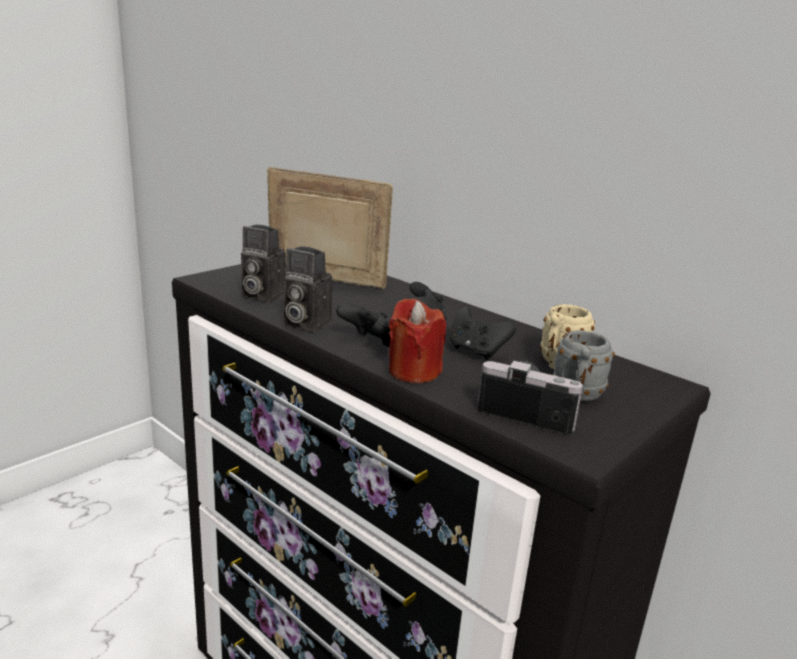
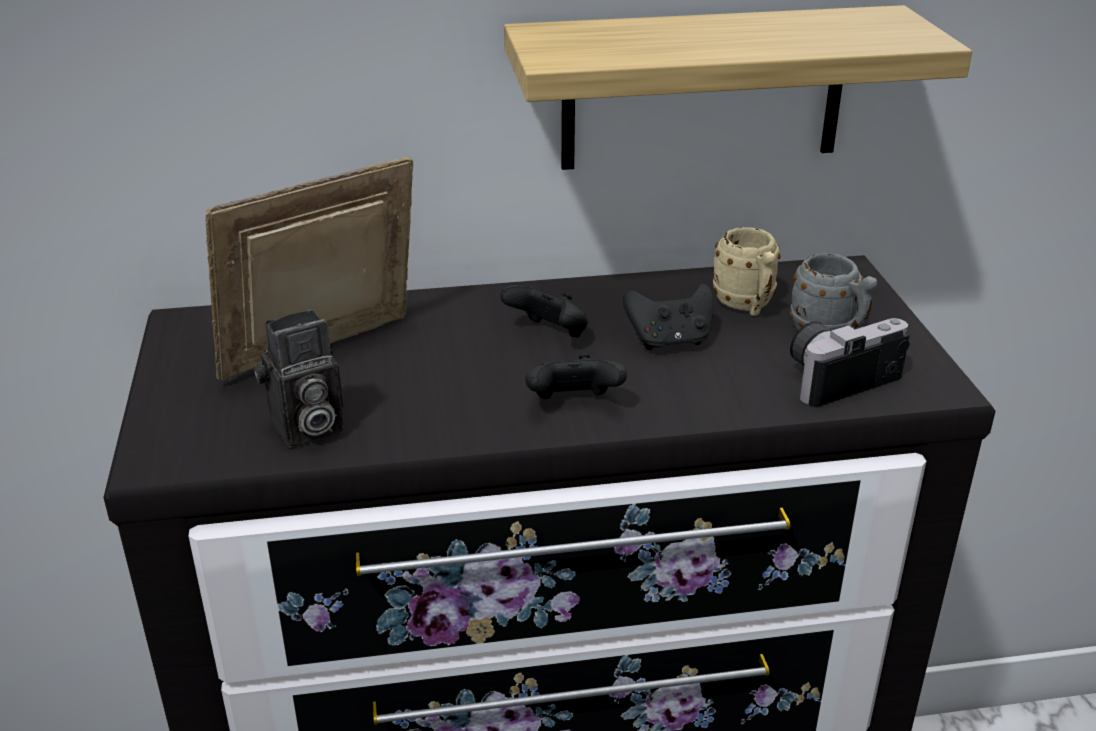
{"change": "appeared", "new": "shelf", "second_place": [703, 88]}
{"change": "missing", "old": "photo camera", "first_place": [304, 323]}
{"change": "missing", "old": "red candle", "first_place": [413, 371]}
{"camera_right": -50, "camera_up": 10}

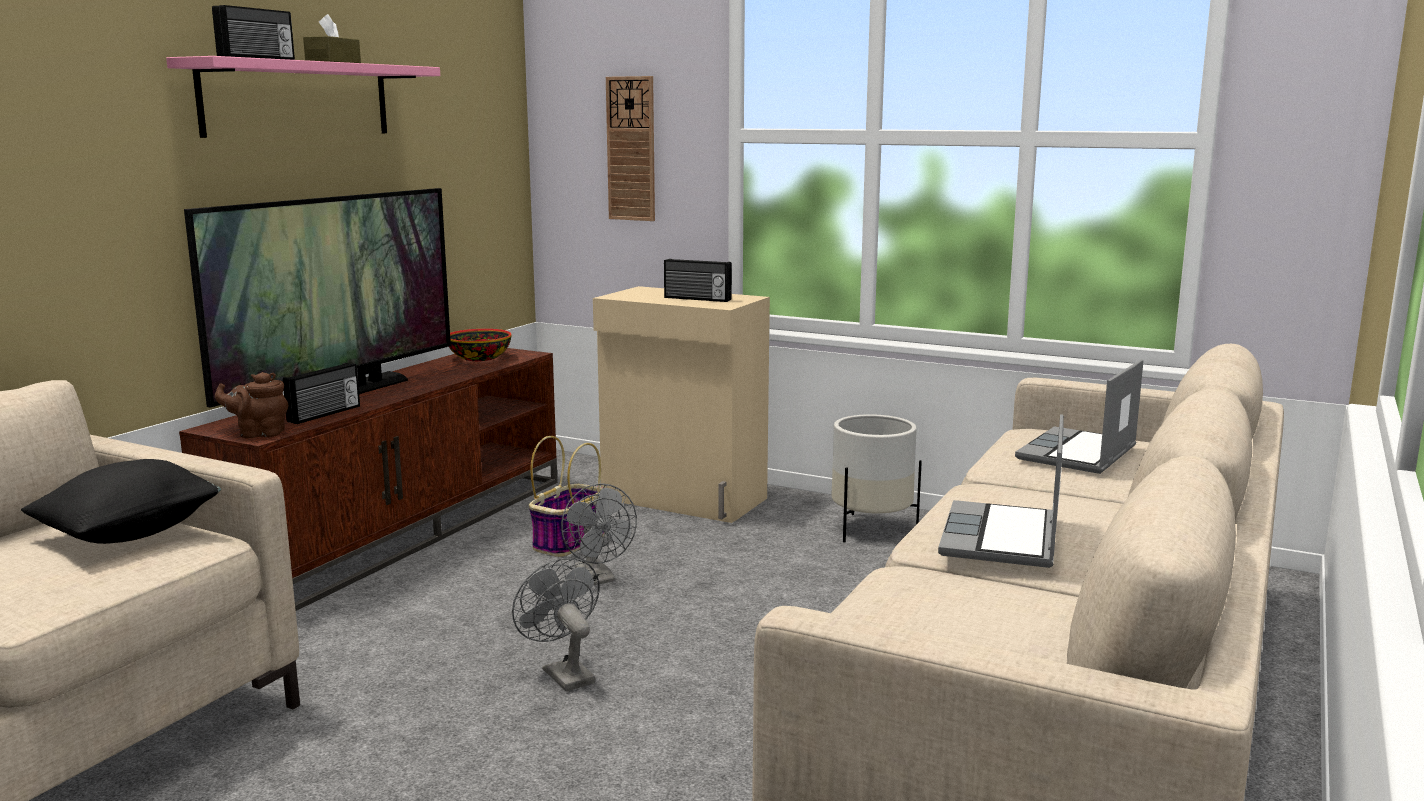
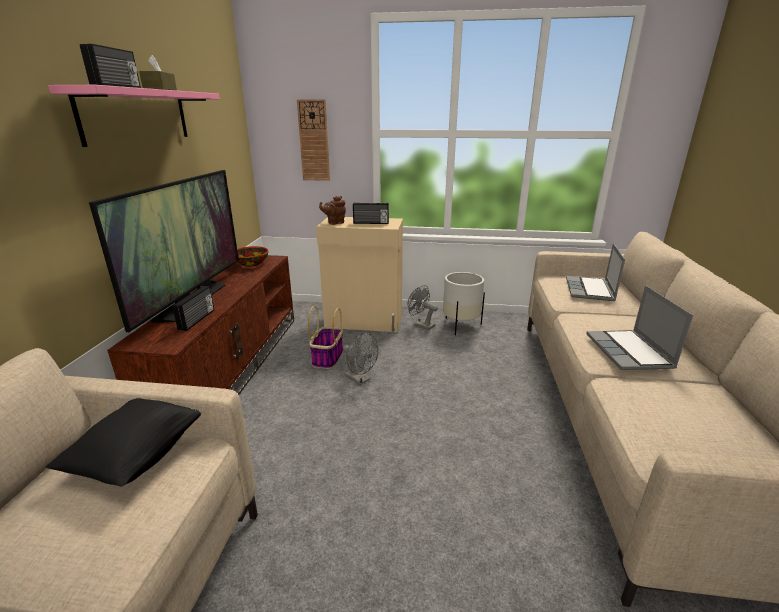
{"change": "relocated", "old": "brown teapot", "first_place": [258, 434], "second_place": [334, 223]}
{"change": "relocated", "old": "grey fan", "first_place": [563, 673], "second_place": [421, 325]}
{"camera_right": -20, "camera_up": 10}

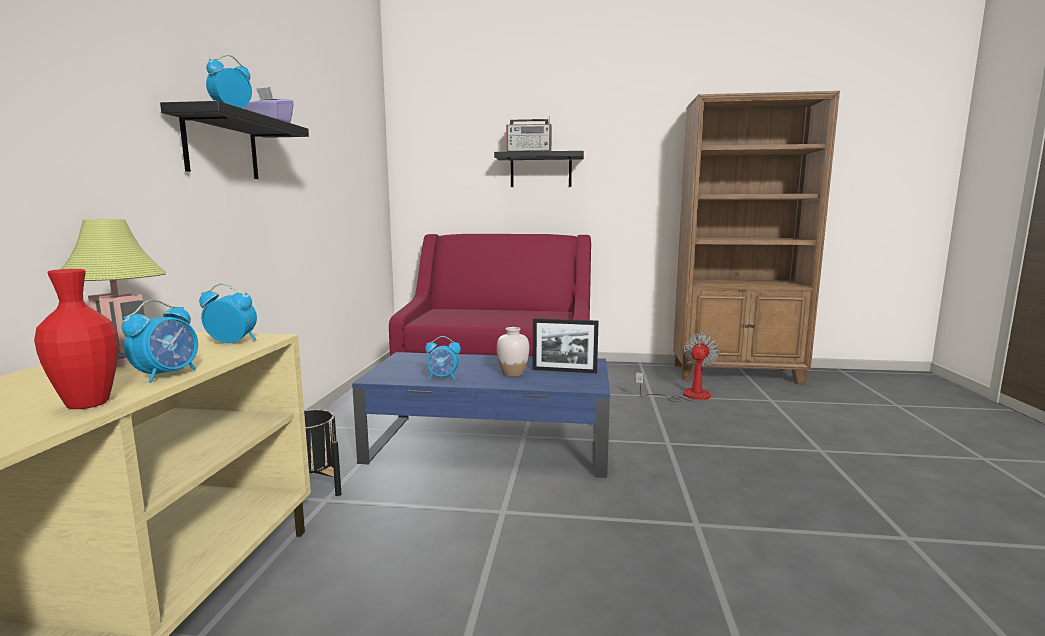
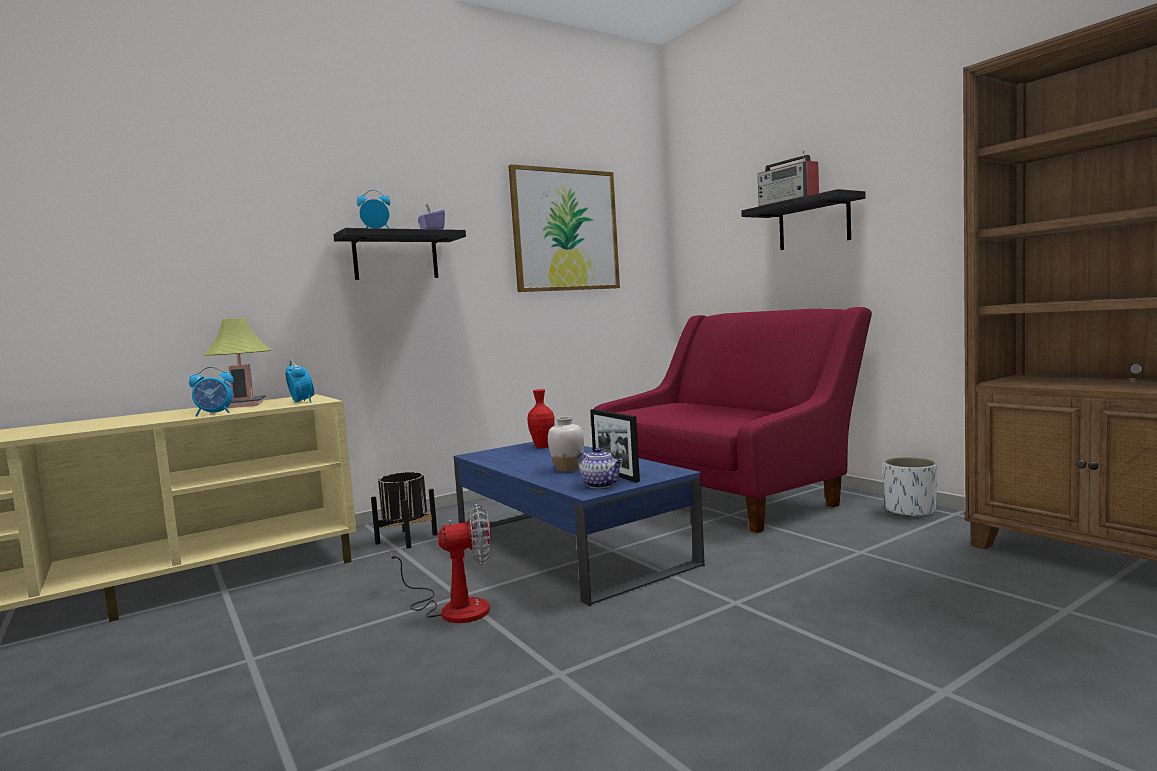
{"change": "relocated", "old": "fan", "first_place": [686, 395], "second_place": [453, 608]}
{"change": "appeared", "new": "picture", "second_place": [565, 230]}
{"change": "relocated", "old": "red vase", "first_place": [88, 404], "second_place": [542, 447]}
{"change": "appeared", "new": "teapot", "second_place": [601, 485]}
{"change": "appeared", "new": "white planter", "second_place": [910, 511]}
{"change": "missing", "old": "alarm clock", "first_place": [443, 378]}
{"camera_right": 50, "camera_up": -5}

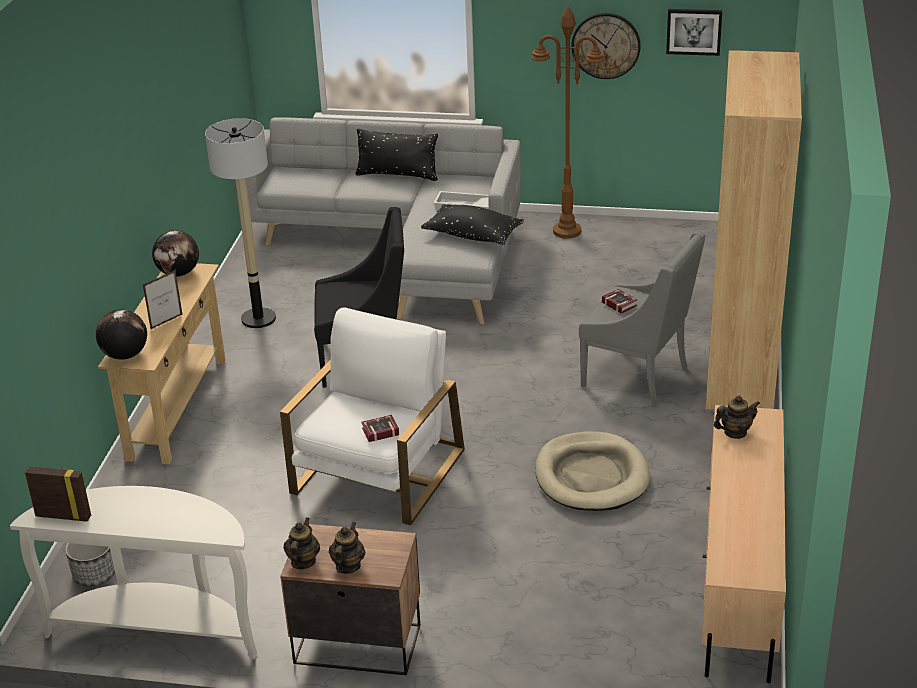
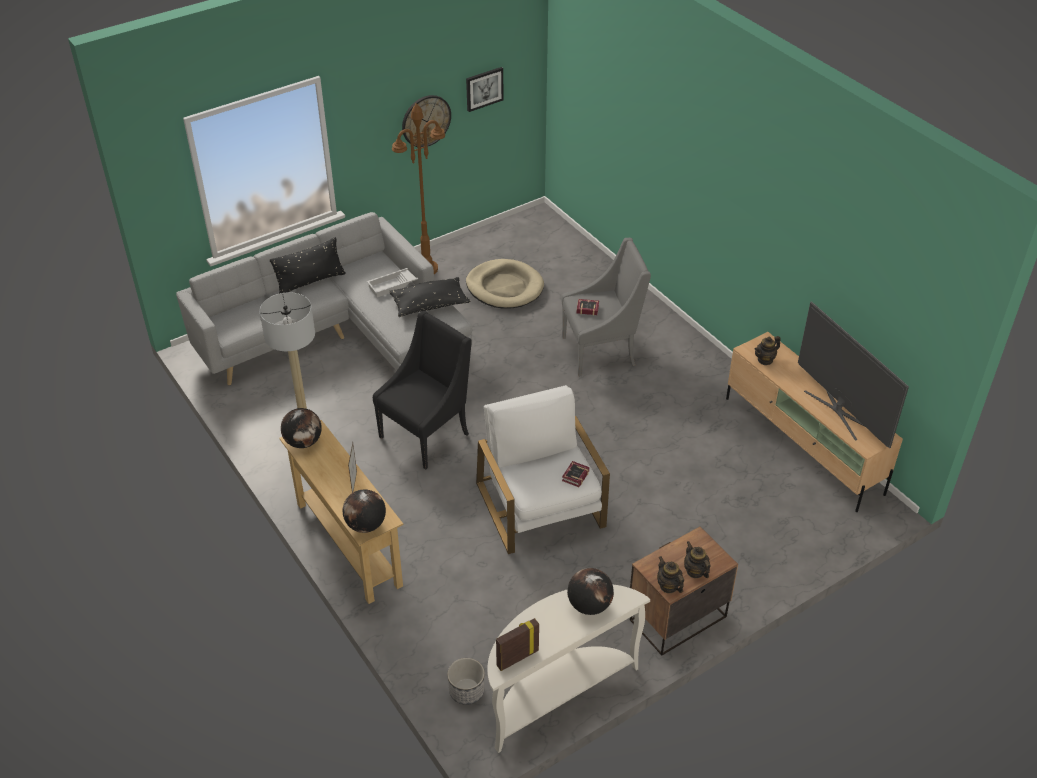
{"change": "relocated", "old": "beige dog bed", "first_place": [591, 476], "second_place": [504, 287]}
{"change": "appeared", "new": "globe", "second_place": [589, 605]}
{"change": "spun", "old": "teapot", "first_place": [735, 432], "second_place": [765, 360], "degrees": -150}
{"change": "appeared", "new": "television", "second_place": [840, 411]}
{"change": "missing", "old": "brown bookcase", "first_place": [740, 369]}
{"camera_right": -45, "camera_up": 10}

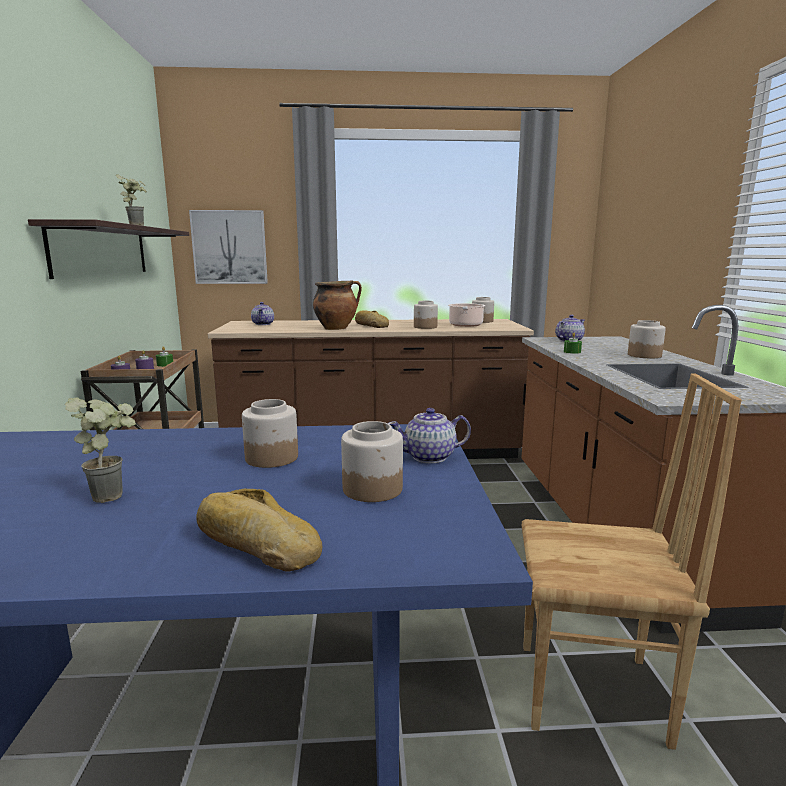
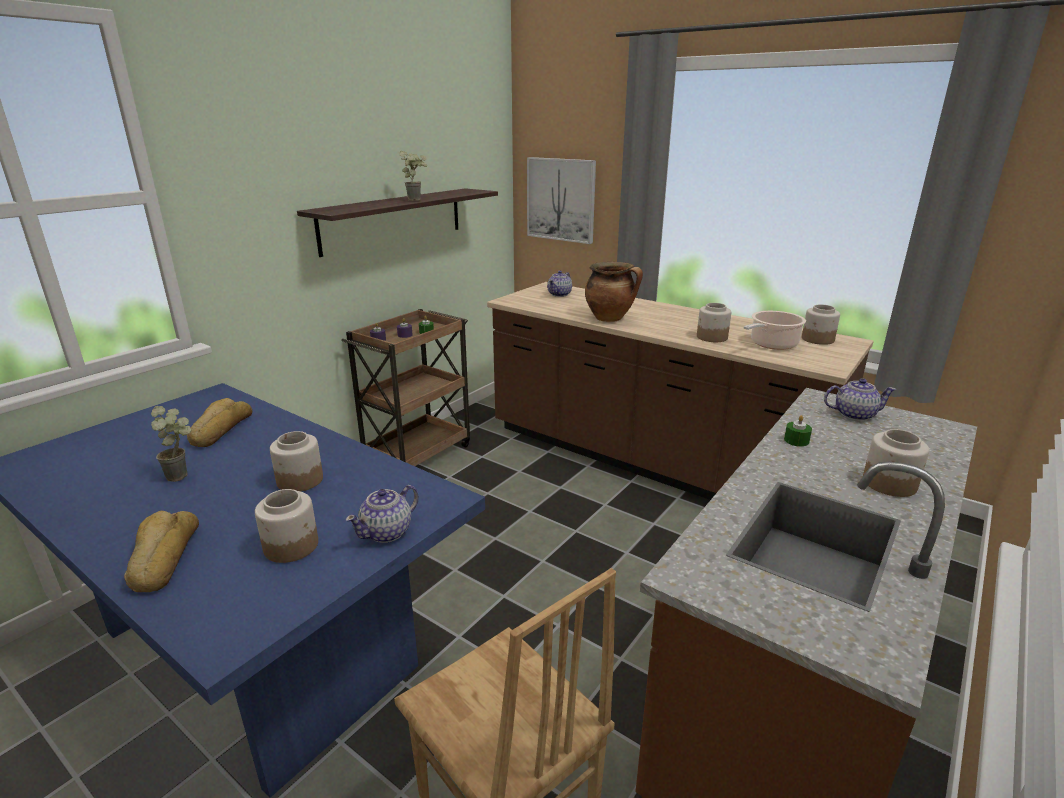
{"change": "relocated", "old": "bread", "first_place": [371, 325], "second_place": [220, 430]}
{"change": "spun", "old": "teapot", "first_place": [430, 457], "second_place": [387, 532], "degrees": -75}
{"camera_right": 40, "camera_up": 10}

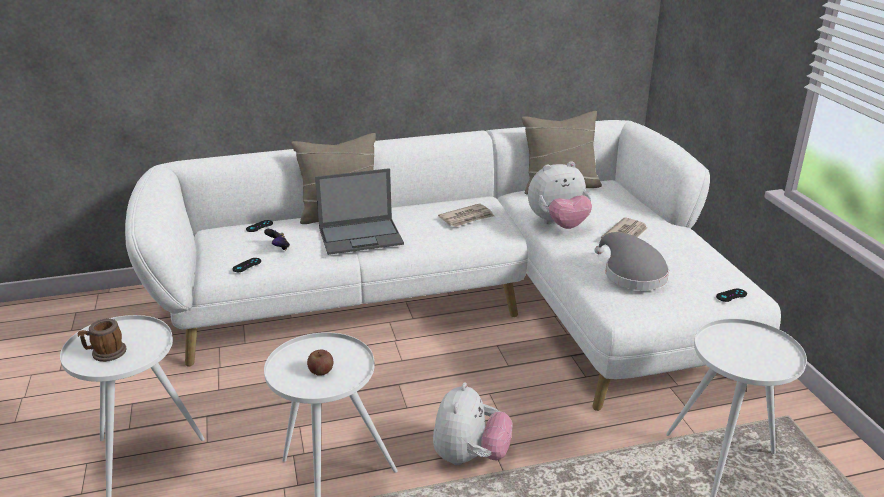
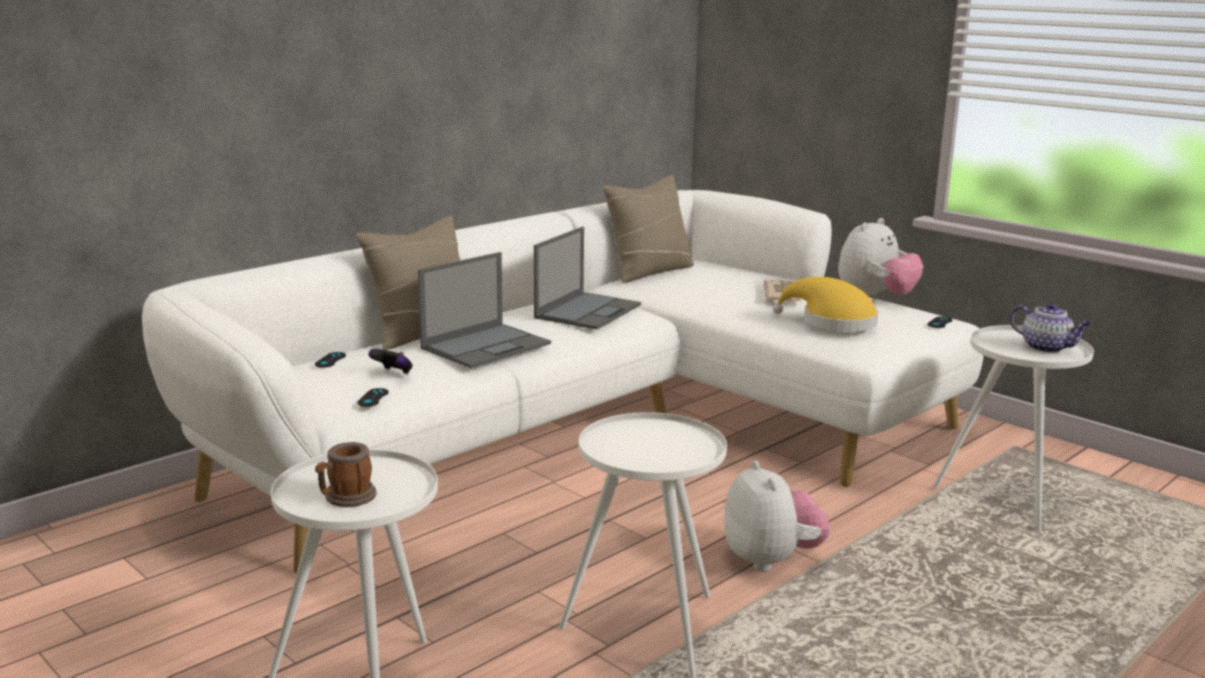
{"change": "exchanged", "old": "newspaper", "new": "laptop", "first_place": [467, 218], "second_place": [588, 311]}
{"change": "colour", "old": "grey hat", "new": "yellow hat", "first_place": [631, 274], "second_place": [832, 322]}
{"change": "relocated", "old": "plush toy", "first_place": [558, 225], "second_place": [875, 298]}
{"change": "appeared", "new": "teapot", "second_place": [1047, 348]}
{"change": "missing", "old": "apple", "first_place": [321, 371]}
{"camera_right": -30, "camera_up": -10}

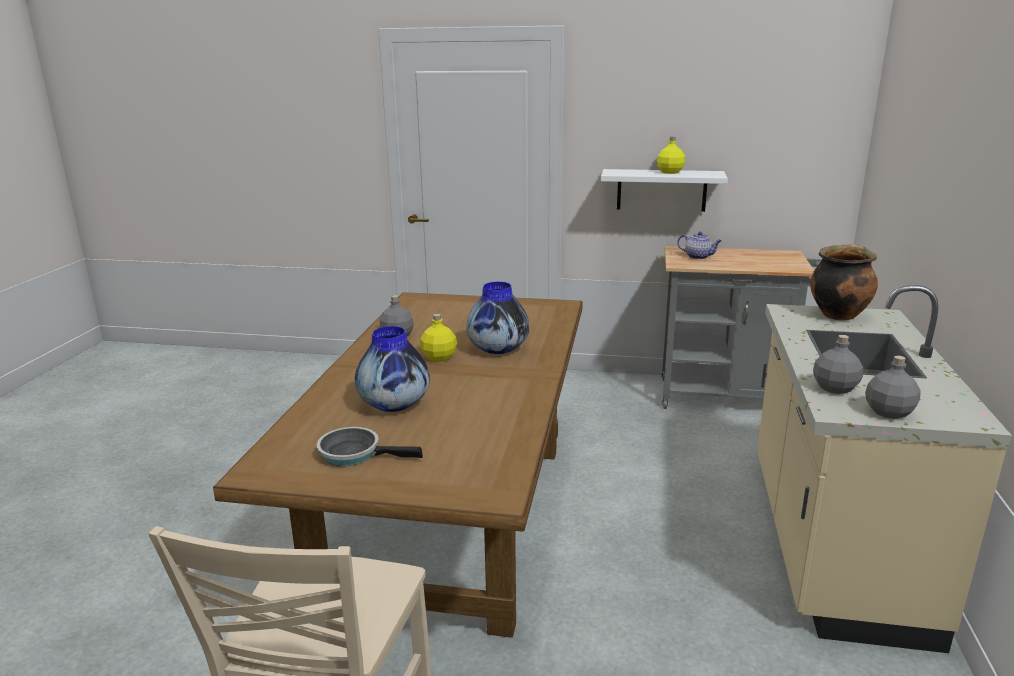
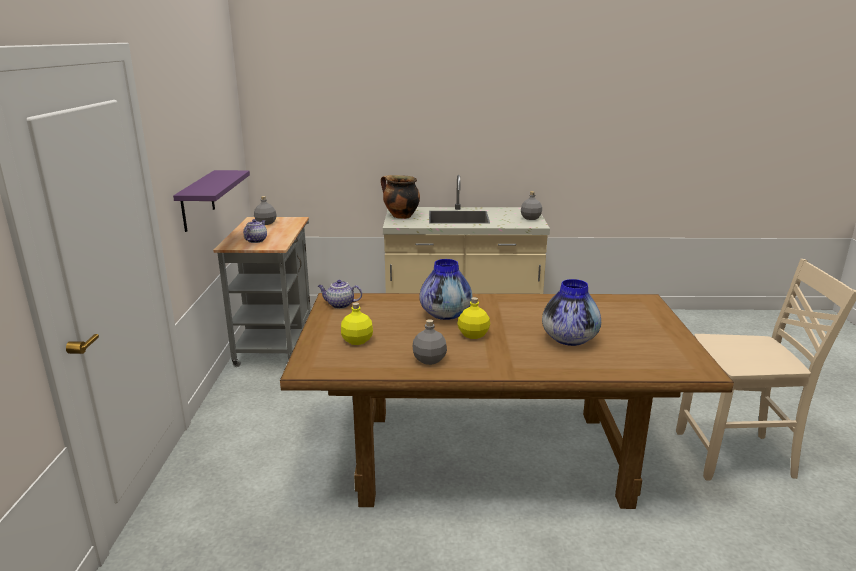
{"change": "colour", "old": "white shelf", "new": "purple shelf", "first_place": [661, 190], "second_place": [197, 201]}
{"change": "relocated", "old": "grey bottle", "first_place": [834, 388], "second_place": [266, 223]}
{"change": "appeared", "new": "teapot", "second_place": [340, 305]}
{"change": "relocated", "old": "yellow bottle", "first_place": [670, 172], "second_place": [357, 341]}
{"change": "missing", "old": "frying pan", "first_place": [355, 453]}
{"camera_right": -100, "camera_up": 0}

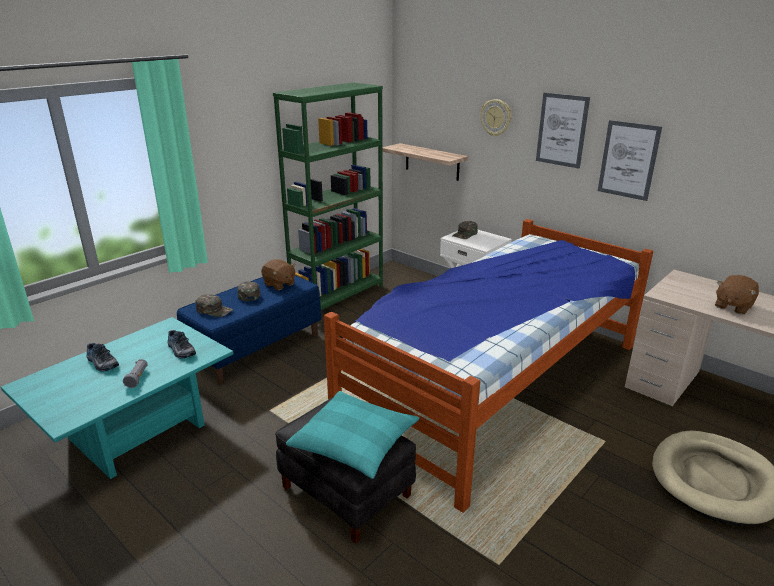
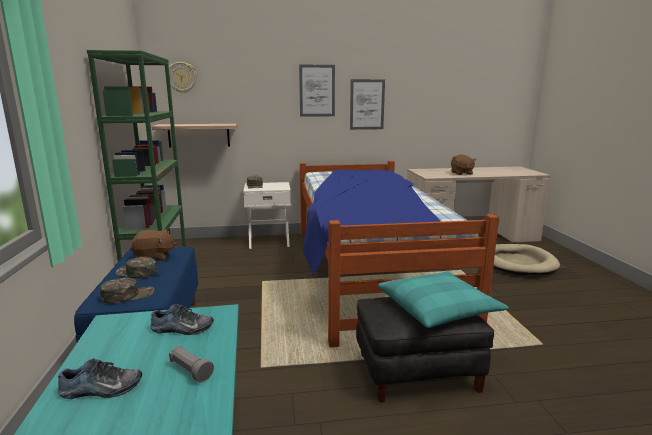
{"change": "relocated", "old": "wall clock", "first_place": [496, 117], "second_place": [181, 77]}
{"camera_right": -50, "camera_up": -10}

